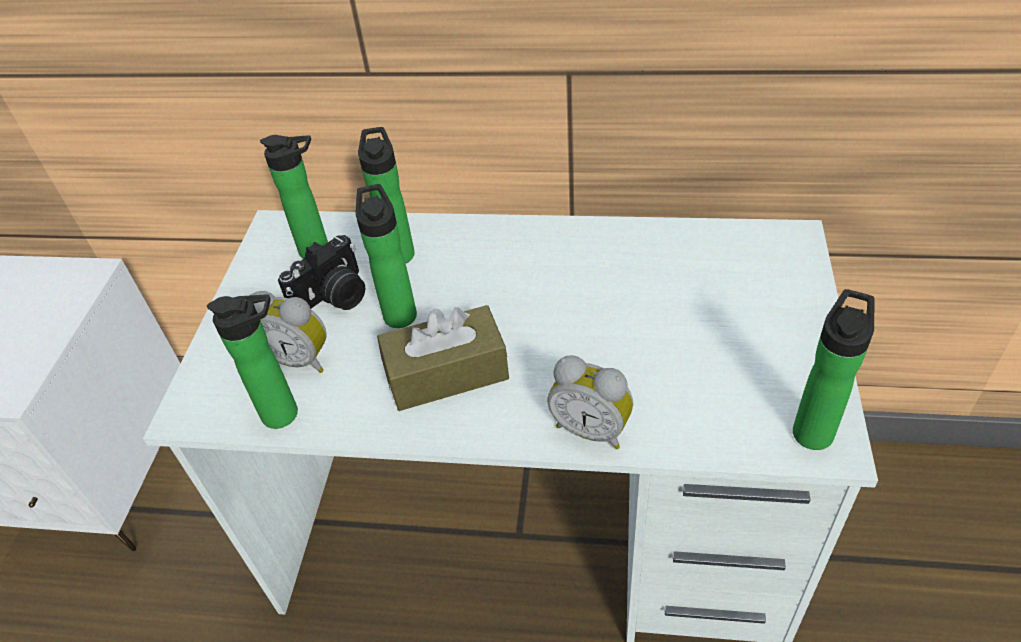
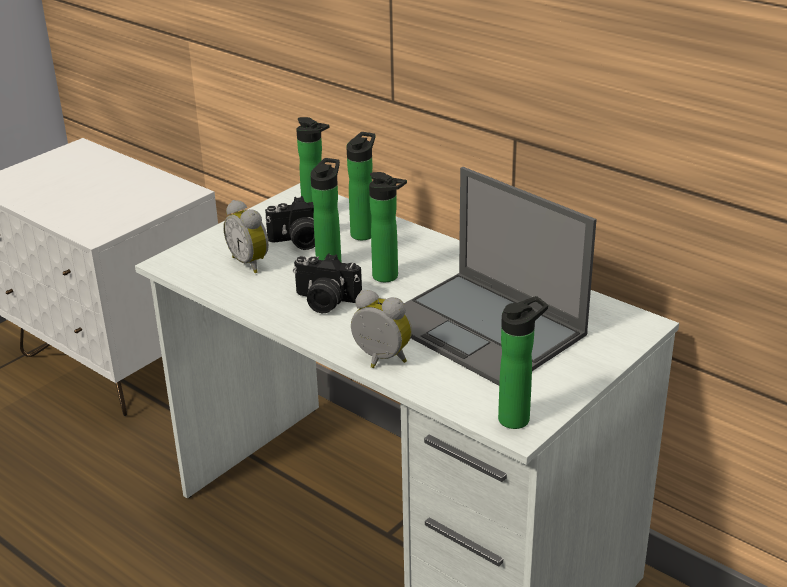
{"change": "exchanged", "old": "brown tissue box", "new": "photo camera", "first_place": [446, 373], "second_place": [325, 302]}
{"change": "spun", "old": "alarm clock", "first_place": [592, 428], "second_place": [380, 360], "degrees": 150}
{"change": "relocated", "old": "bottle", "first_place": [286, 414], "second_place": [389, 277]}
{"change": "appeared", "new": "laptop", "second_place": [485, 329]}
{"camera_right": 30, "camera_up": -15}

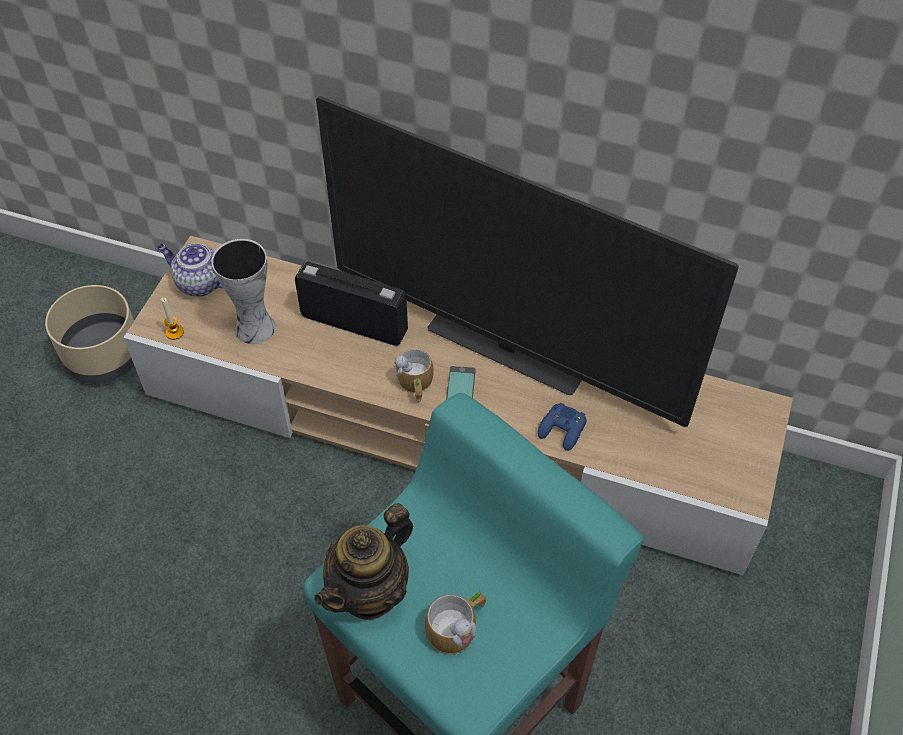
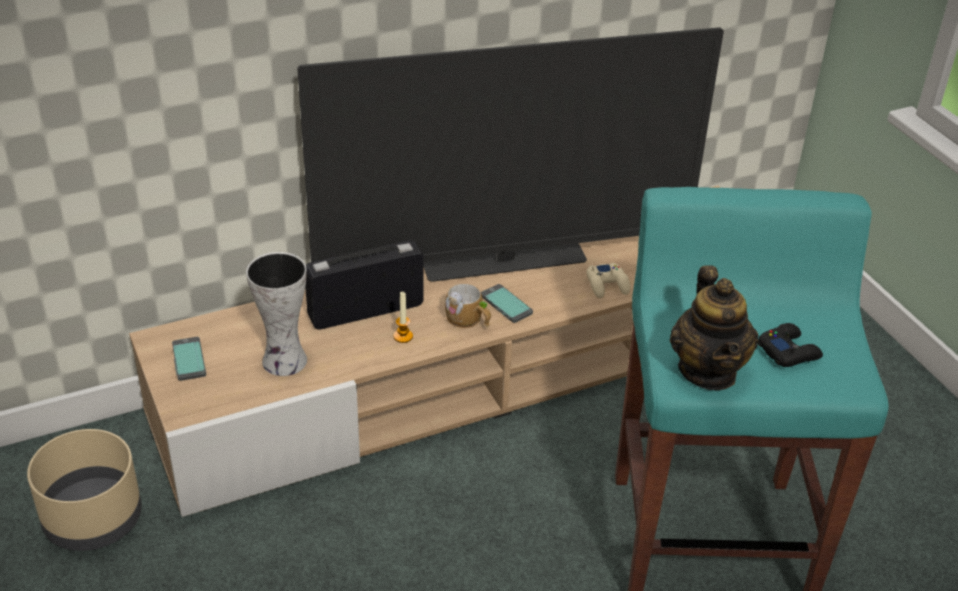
{"change": "exchanged", "old": "teapot", "new": "phone", "first_place": [199, 283], "second_place": [188, 359]}
{"change": "relocated", "old": "candle", "first_place": [174, 332], "second_place": [403, 336]}
{"change": "colour", "old": "blue game controller", "new": "beige game controller", "first_place": [562, 430], "second_place": [607, 285]}
{"change": "exchanged", "old": "mug", "new": "black game controller", "first_place": [458, 627], "second_place": [788, 351]}
{"camera_right": -45, "camera_up": -15}

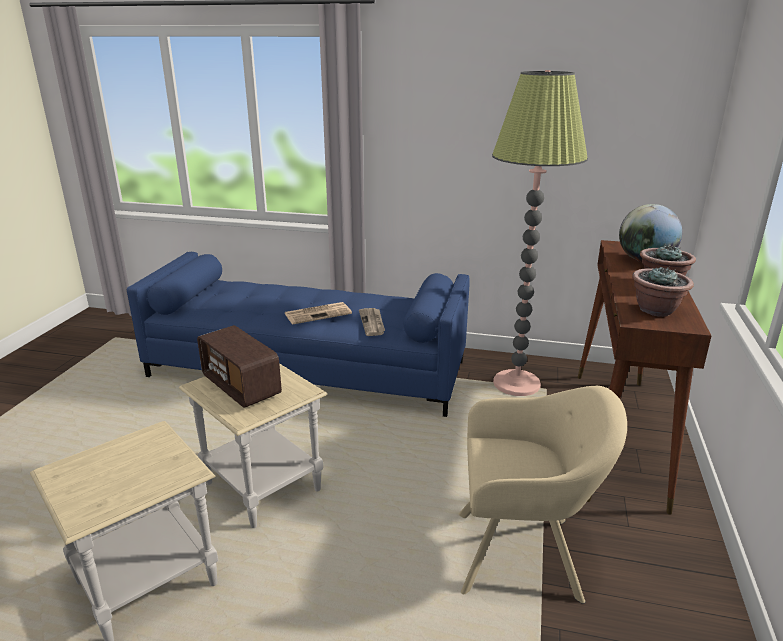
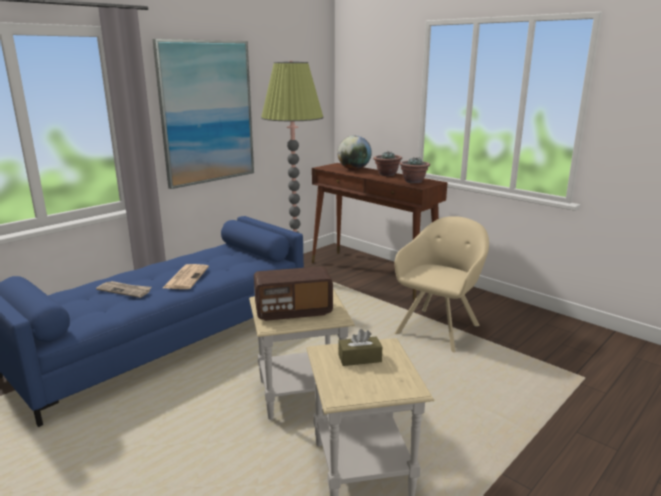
{"change": "relocated", "old": "newspaper", "first_place": [372, 323], "second_place": [125, 290]}
{"change": "appeared", "new": "picture", "second_place": [207, 113]}
{"change": "appeared", "new": "brown tissue box", "second_place": [359, 358]}
{"camera_right": -60, "camera_up": -5}

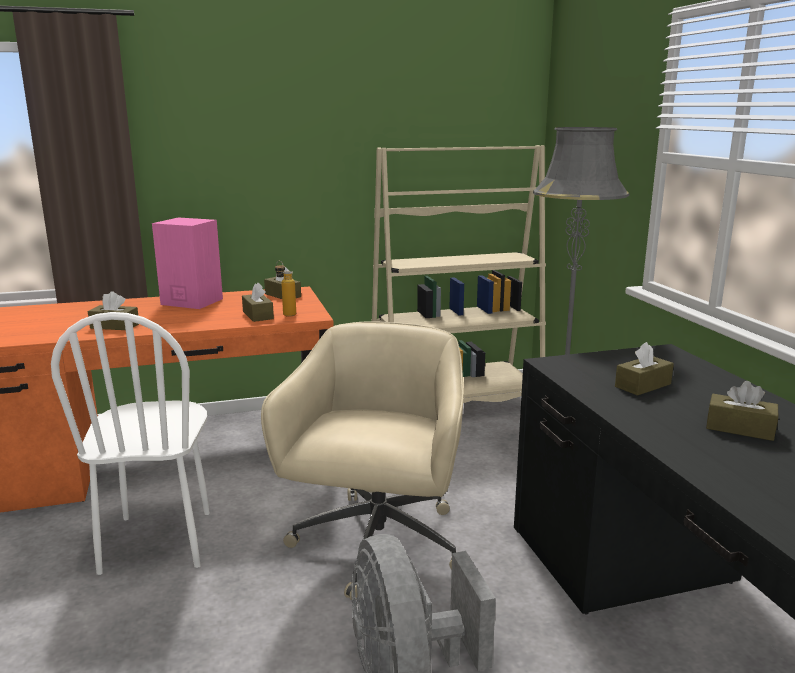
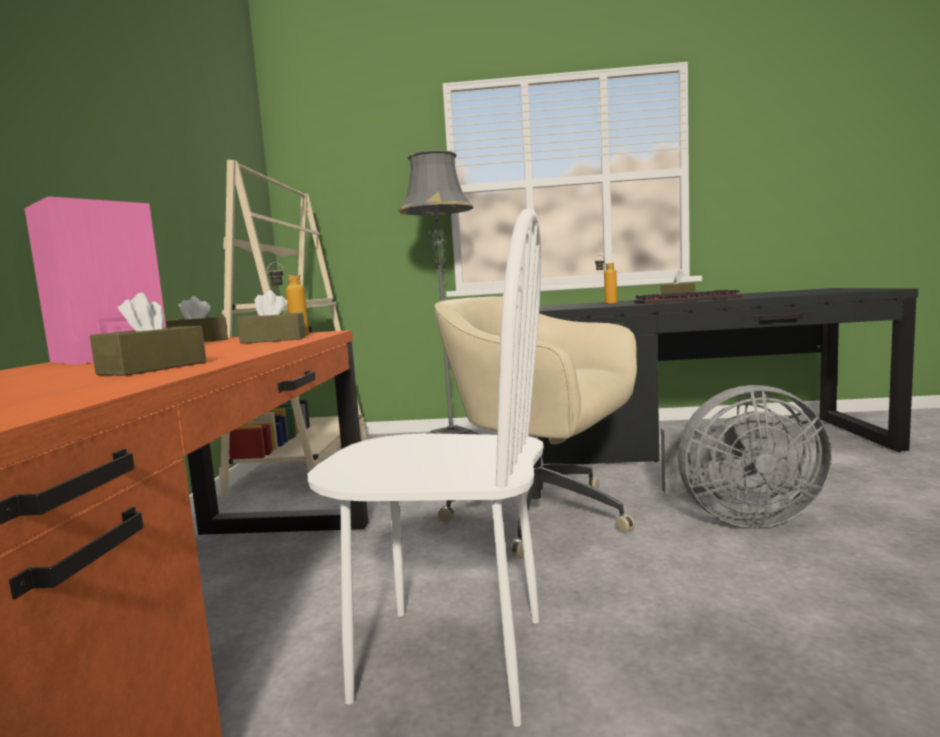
{"change": "exchanged", "old": "brown tissue box", "new": "bottle", "first_place": [642, 385], "second_place": [606, 304]}
{"change": "appeared", "new": "keyboard", "second_place": [687, 300]}
{"camera_right": -70, "camera_up": -10}

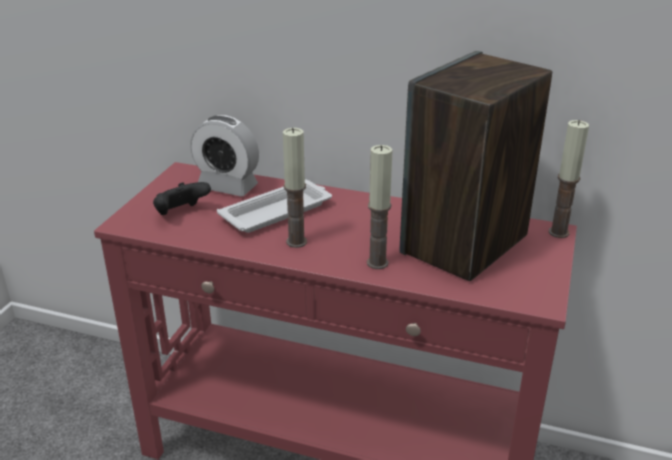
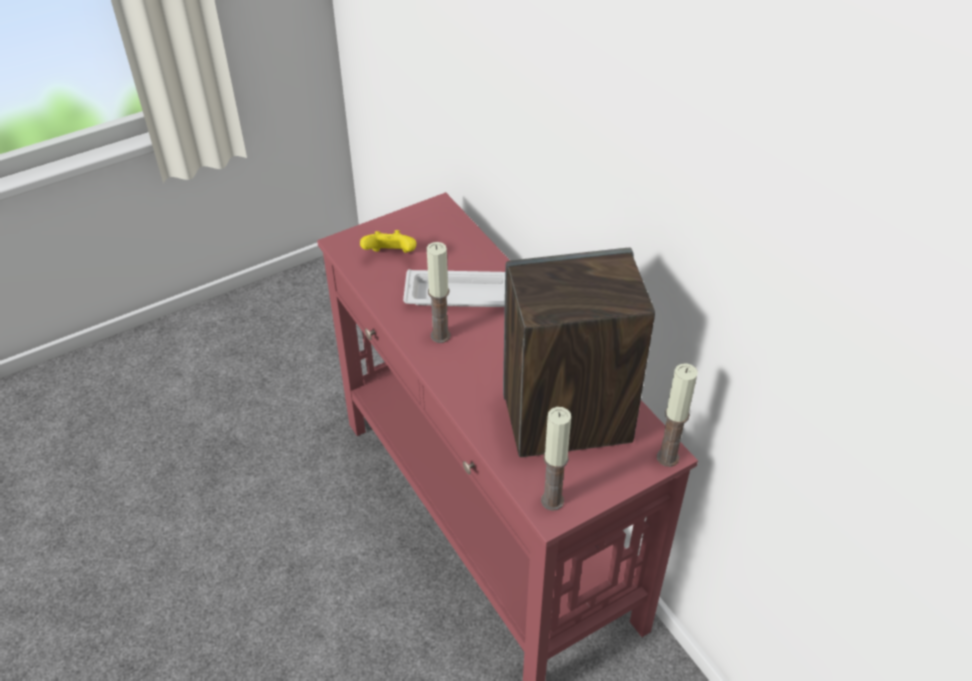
{"change": "colour", "old": "black game controller", "new": "yellow game controller", "first_place": [181, 213], "second_place": [390, 256]}
{"change": "relocated", "old": "candle", "first_place": [377, 263], "second_place": [552, 501]}
{"change": "missing", "old": "alarm clock", "first_place": [227, 187]}
{"camera_right": 40, "camera_up": 15}

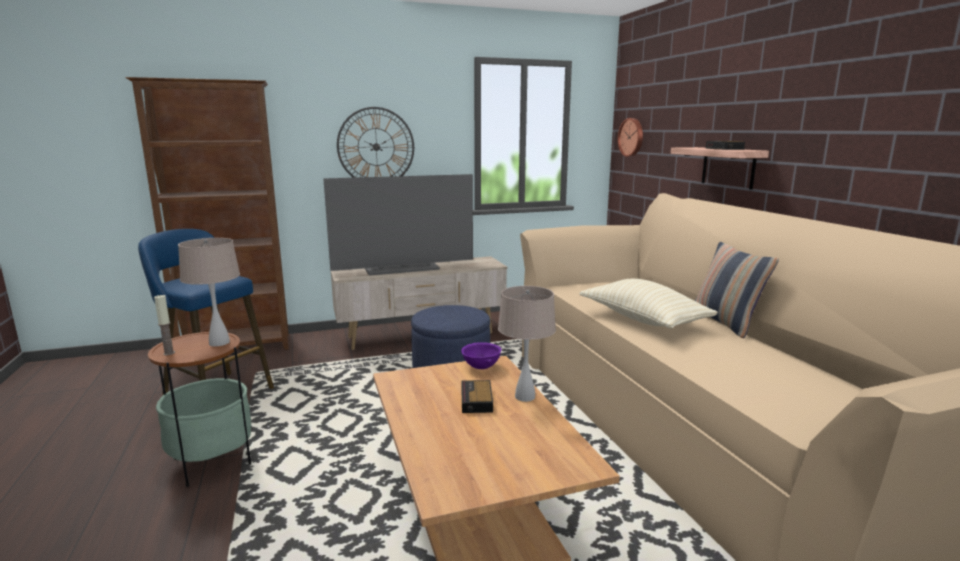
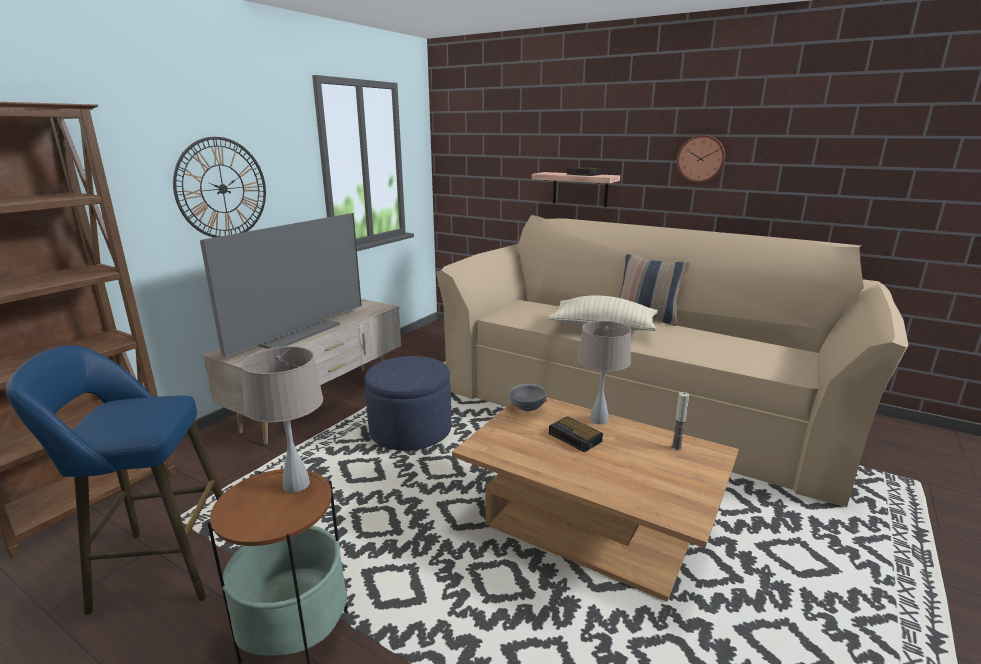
{"change": "colour", "old": "purple bowl", "new": "grey bowl", "first_place": [480, 367], "second_place": [527, 409]}
{"change": "relocated", "old": "candle", "first_place": [169, 353], "second_place": [676, 447]}
{"change": "relocated", "old": "wall clock", "first_place": [631, 137], "second_place": [701, 158]}
{"camera_right": -40, "camera_up": 5}

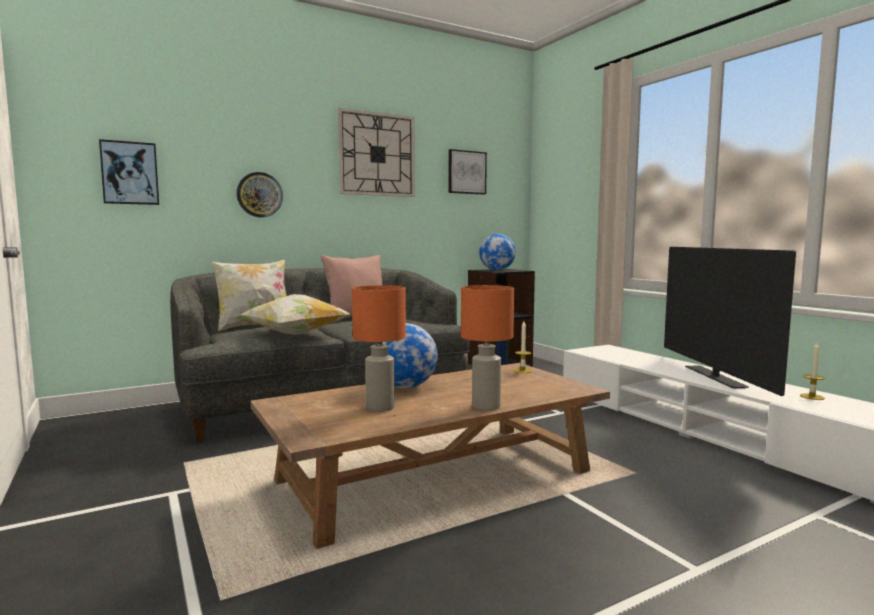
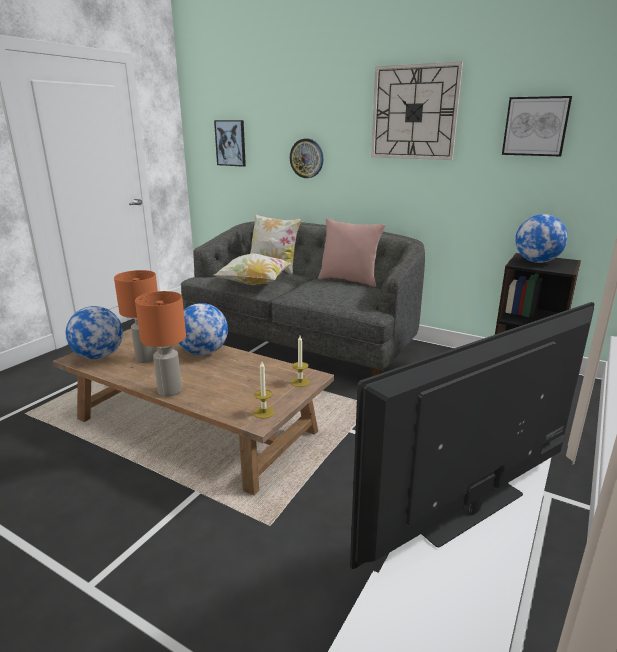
{"change": "appeared", "new": "globe", "second_place": [99, 356]}
{"change": "relocated", "old": "candle", "first_place": [812, 397], "second_place": [264, 412]}
{"camera_right": 60, "camera_up": 15}

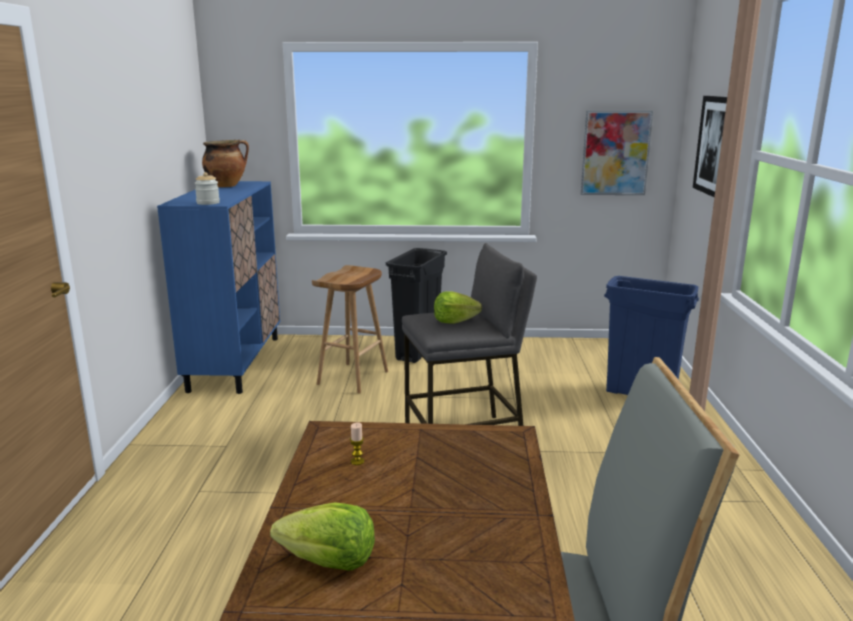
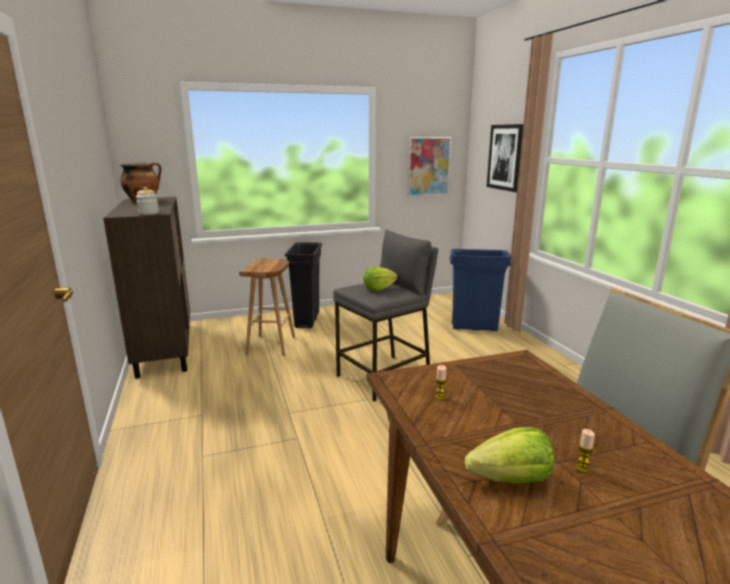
{"change": "colour", "old": "blue cabinet", "new": "brown cabinet", "first_place": [235, 363], "second_place": [165, 348]}
{"change": "appeared", "new": "candle", "second_place": [582, 468]}
{"camera_right": -20, "camera_up": 0}

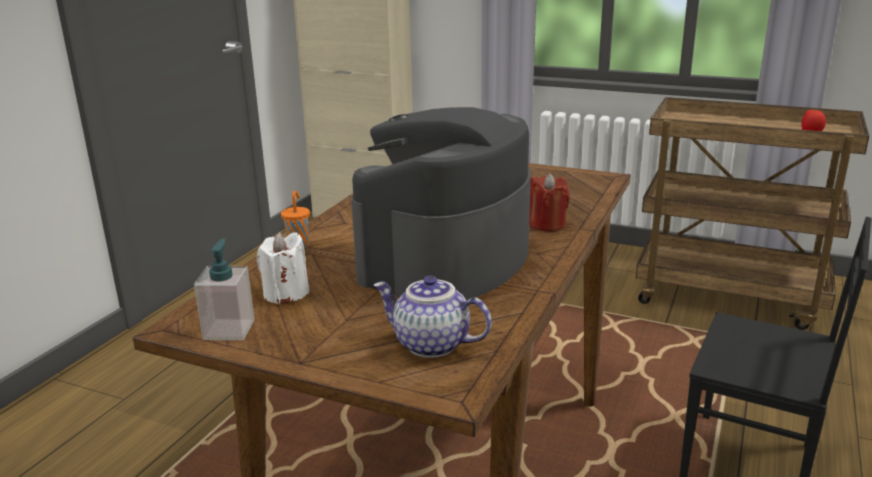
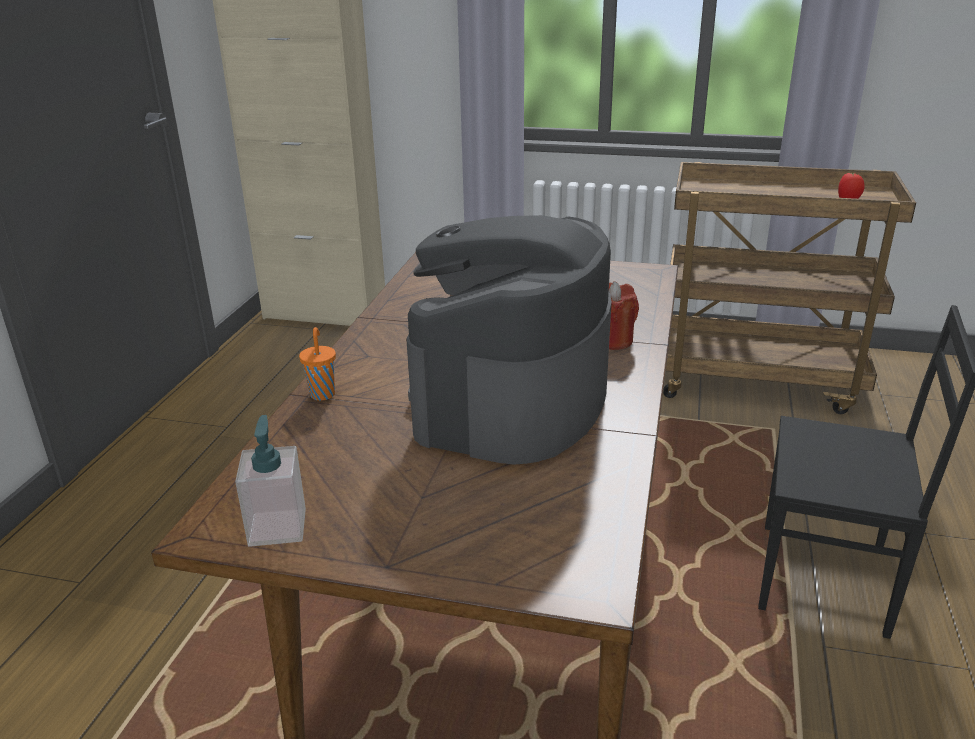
{"change": "missing", "old": "white candle", "first_place": [286, 293]}
{"change": "missing", "old": "teapot", "first_place": [430, 345]}
{"camera_right": -10, "camera_up": 5}

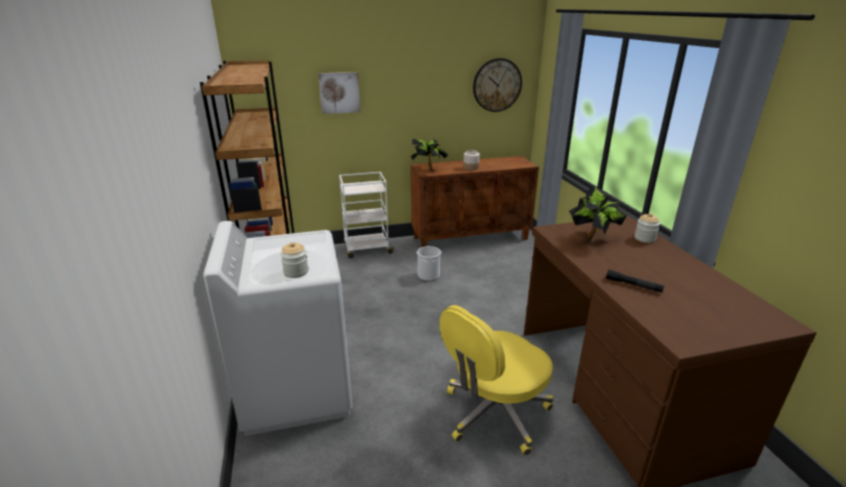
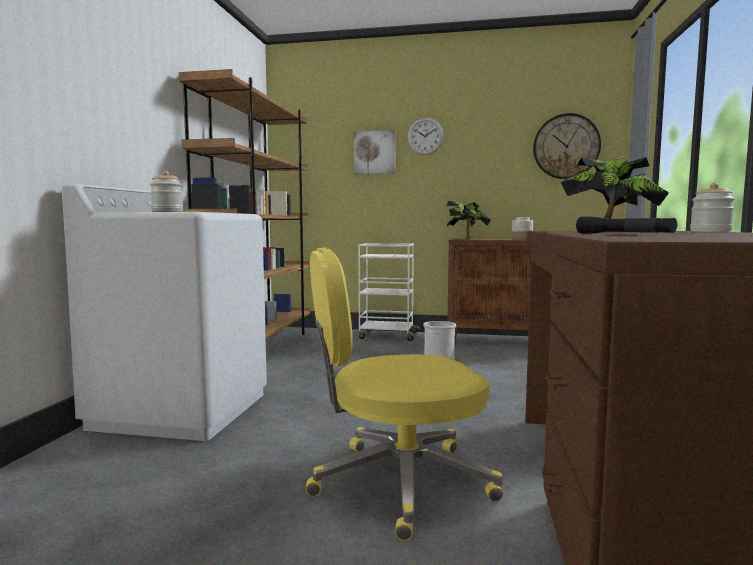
{"change": "appeared", "new": "wall clock", "second_place": [425, 136]}
{"camera_right": 25, "camera_up": -20}

